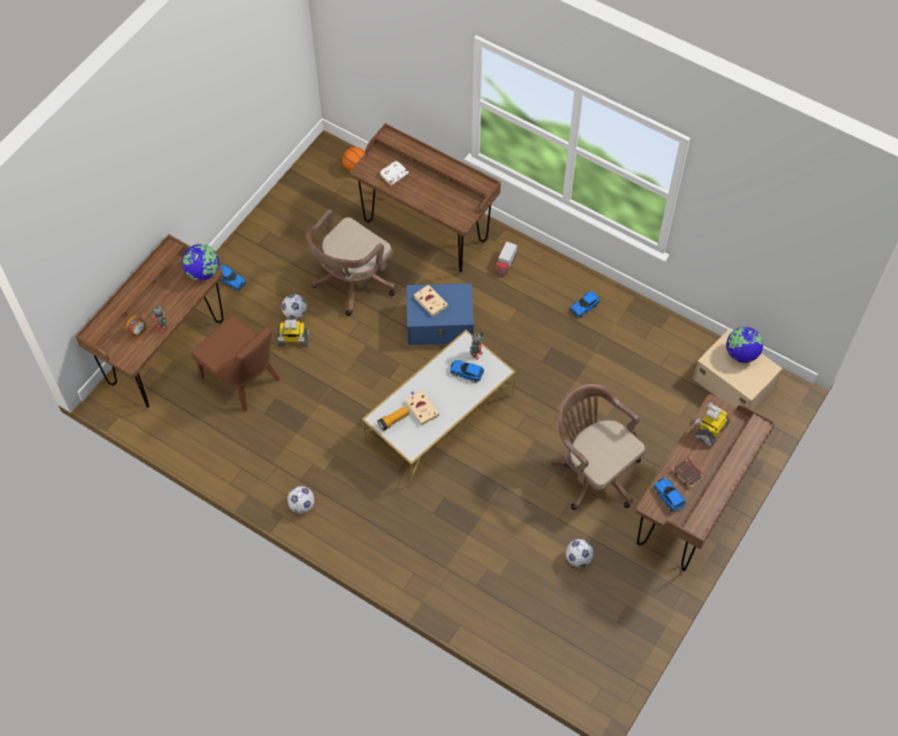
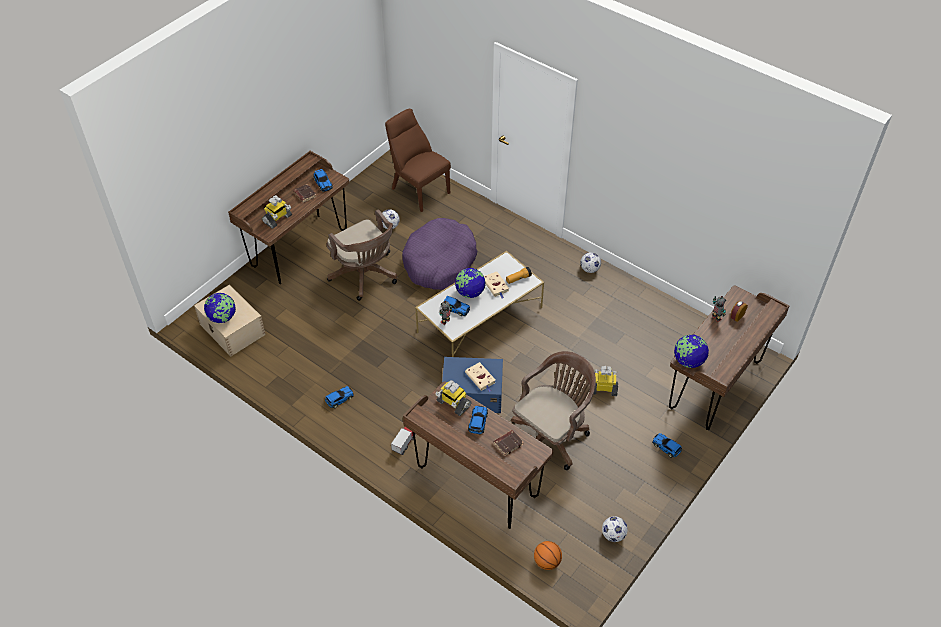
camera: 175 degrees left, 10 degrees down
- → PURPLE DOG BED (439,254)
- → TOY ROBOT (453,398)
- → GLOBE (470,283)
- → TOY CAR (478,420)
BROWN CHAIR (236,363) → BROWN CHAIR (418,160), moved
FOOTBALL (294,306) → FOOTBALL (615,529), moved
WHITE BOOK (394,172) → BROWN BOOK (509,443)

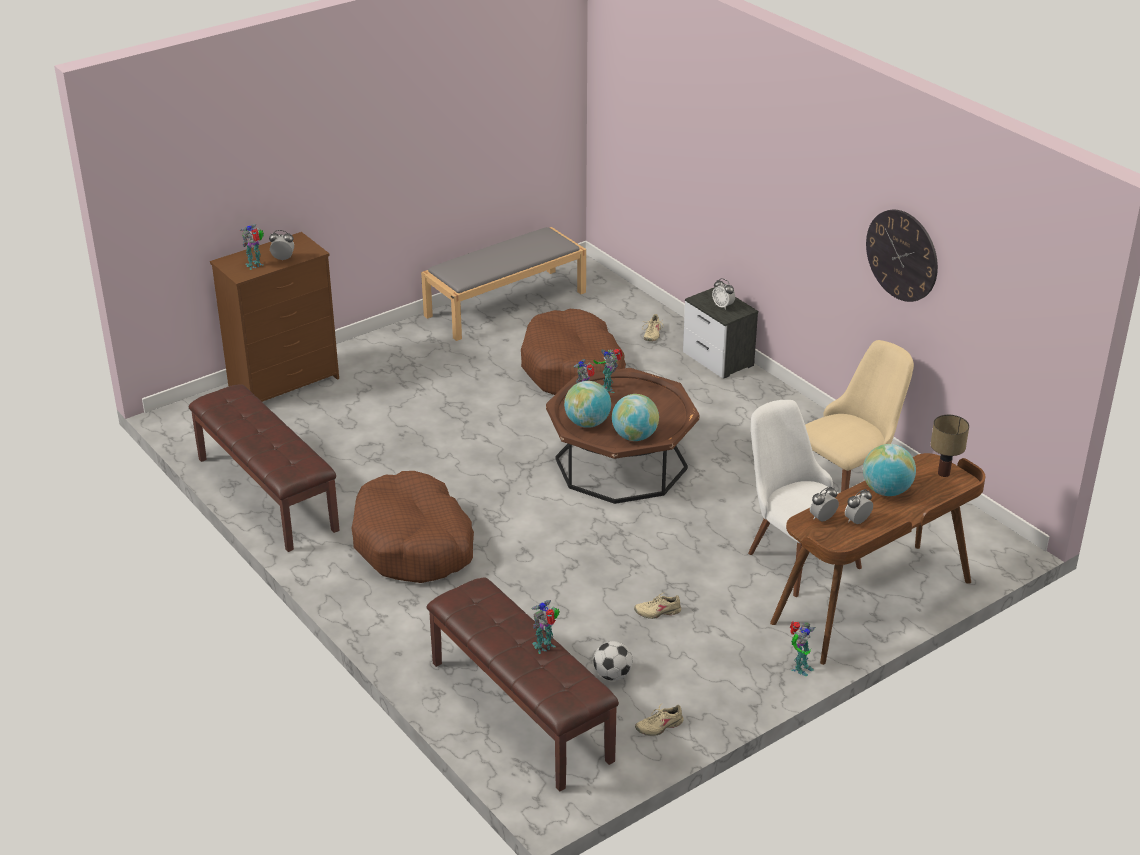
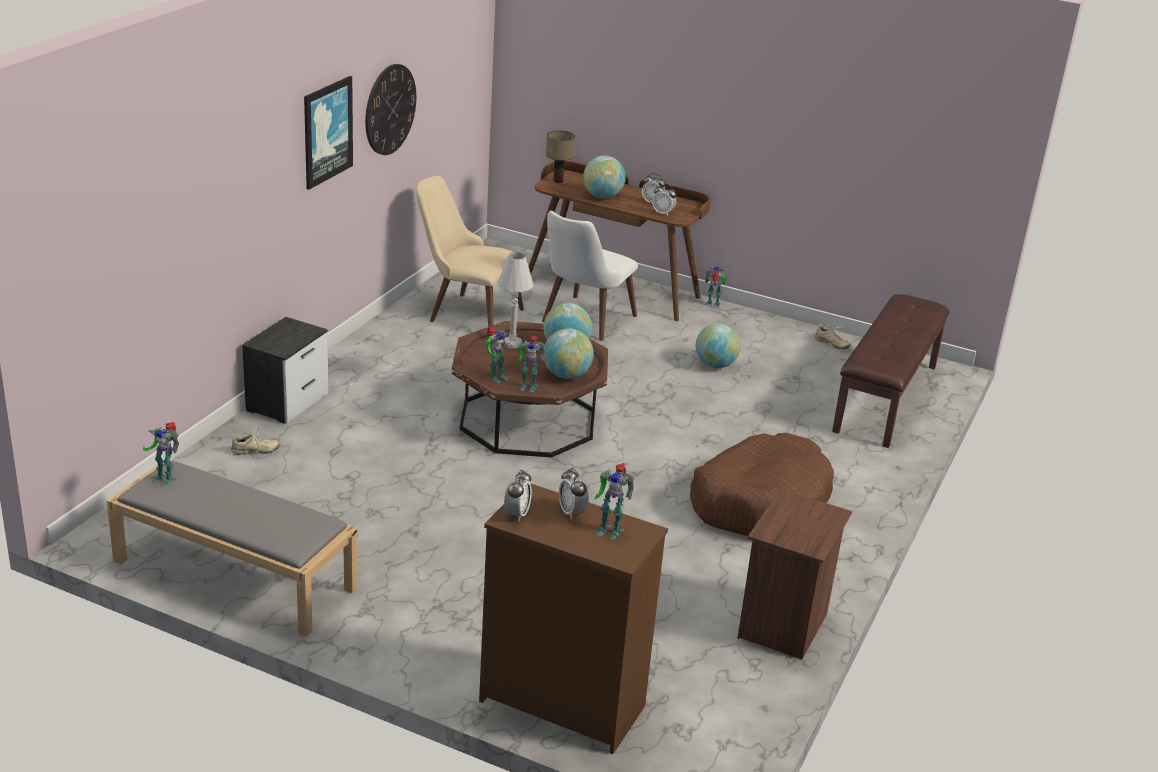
camera: 120 degrees left, 5 degrees down
BROWN DOG BED (573,352) → -
FOOTBALL (613,661) → -
- → PICTURE (328,133)
- → WHITE TABLE LAMP (516,300)
TOY ROBOT (545,627) → TOY ROBOT (161,454), moved
ALARM CLOCK (723,294) → ALARM CLOCK (518,495), moved
BROWN BENCH (264,468) → BROWN NIGHTSTAND (794,574)
BEIGE SHOE (657,605) → GLOBE (718,345)

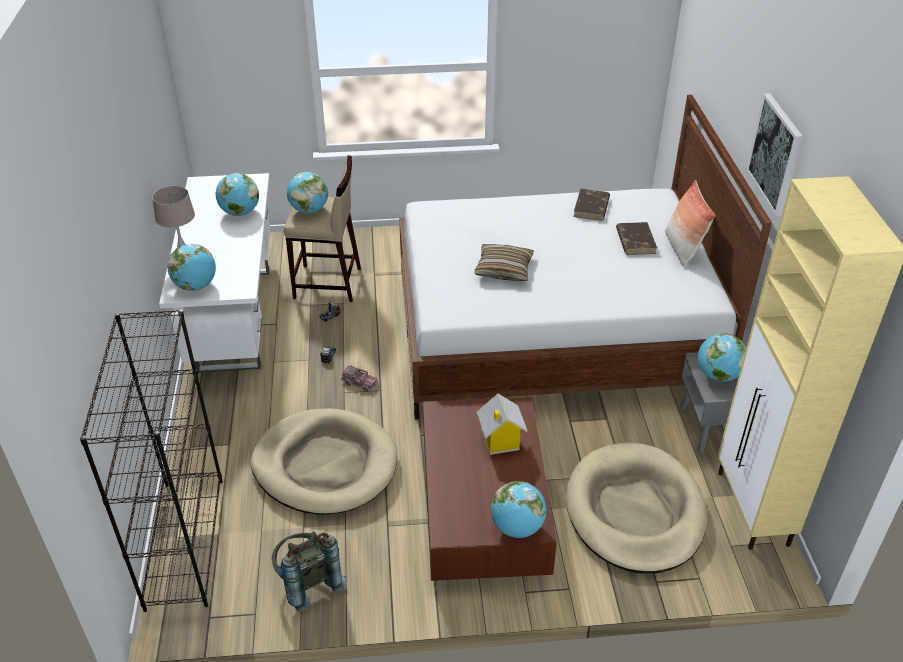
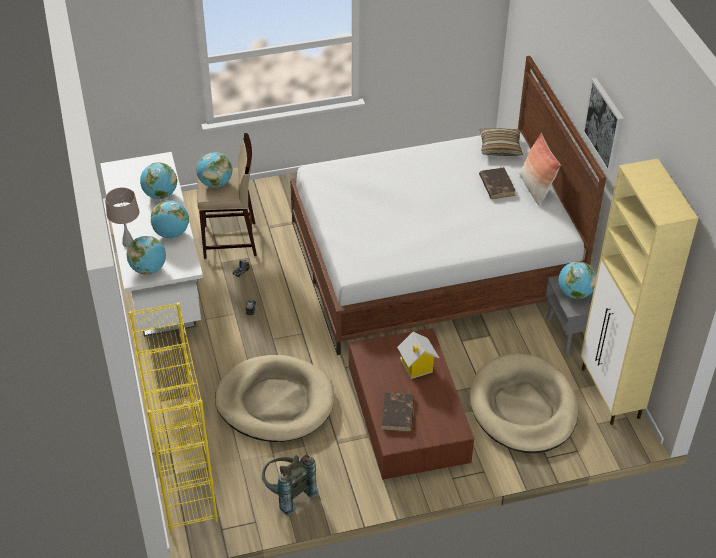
camera: 10 degrees left, 5 degrees up
TOY TRUCK (359,378) → -
PILLOW (504,262) → PILLOW (501,142), moved
GLOBE (519,509) → GLOBE (170,219), moved
BROWN BOOK (591,205) → BROWN BOOK (398,412), moved
BLACK BOOKCASE (151,460) → YELLOW BOOKCASE (173,417)

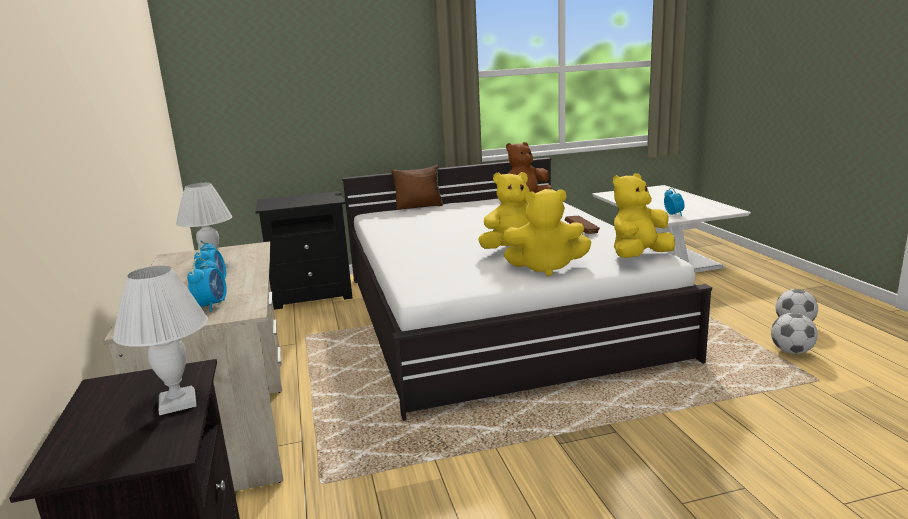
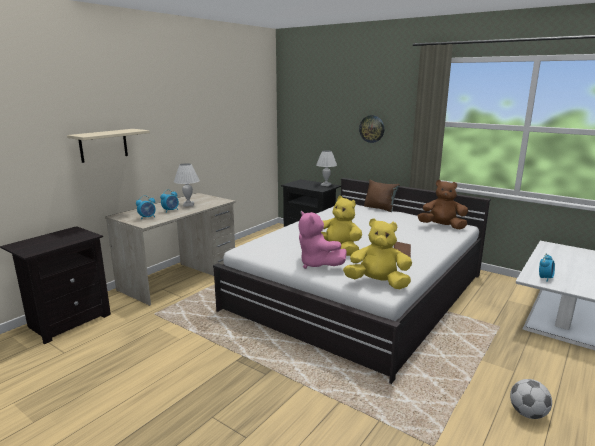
camera: 50 degrees right, 0 degrees up
FOOTBALL (794,333) → -
- → BEIGE SHELF (108,146)
- → WALL CLOCK (371,129)
WHITE TABLE LAMP (160,340) → WHITE TABLE LAMP (326,168), moved
YELLOW PLUSH TOY (547,232) → PINK PLUSH TOY (322,240)

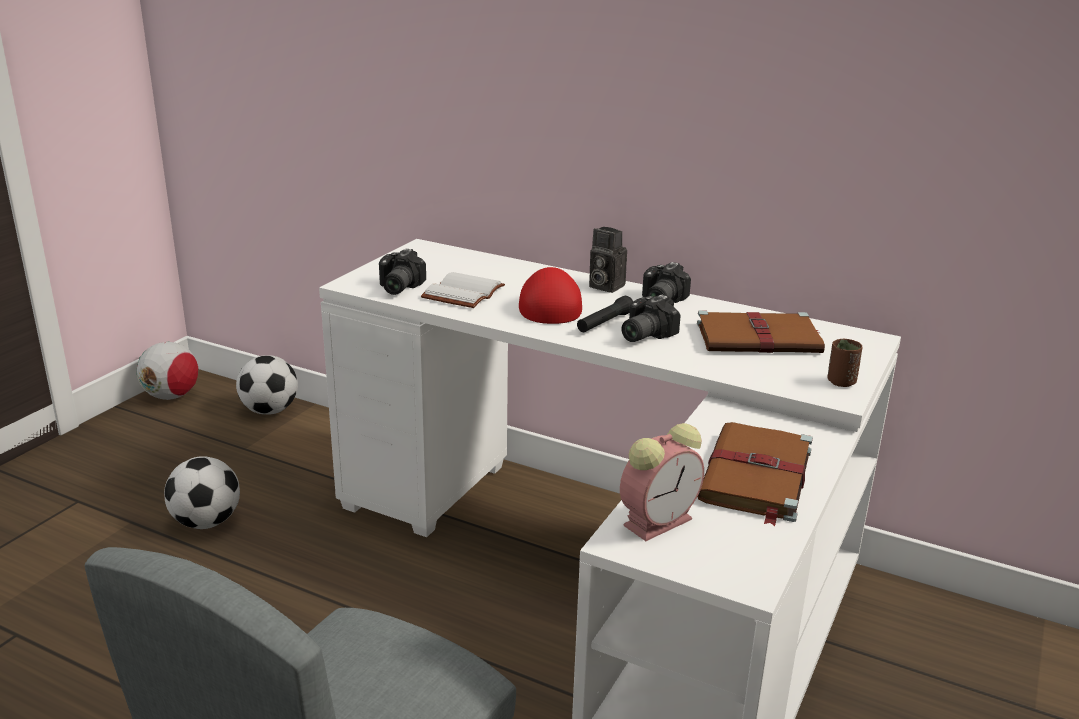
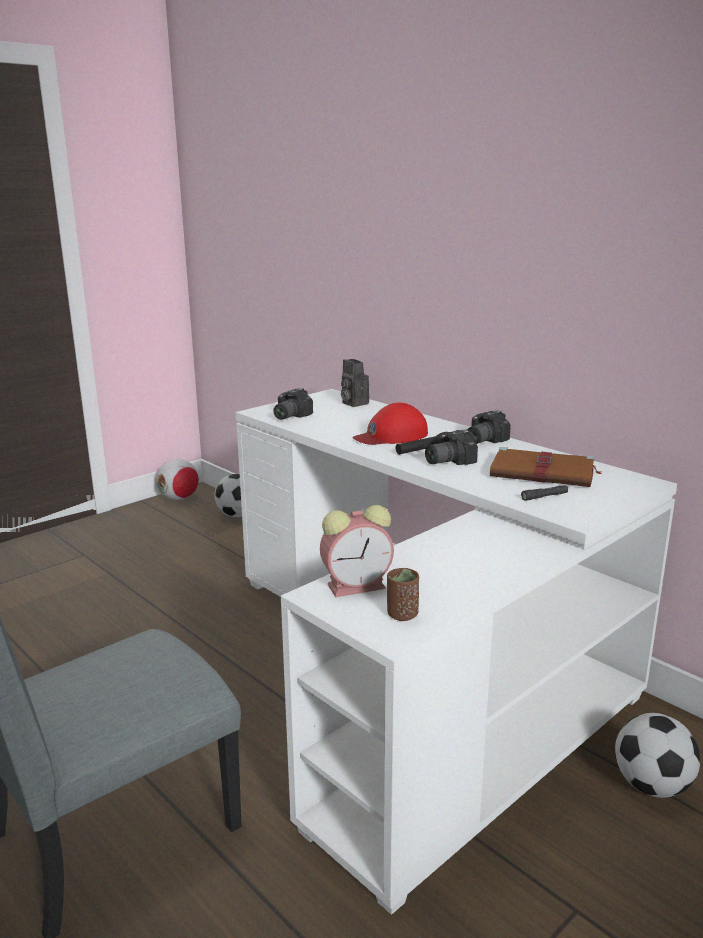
camera: 20 degrees right, 5 degrees down
WHITE BOOK (463,290) → -
BROWN BOOK (755,474) → -
- → BLACK FLASHLIGHT (544,493)
FOOTBALL (202,492) → FOOTBALL (657,755), moved
PHOTO CAMERA (608,260) → PHOTO CAMERA (355,383), moved
BROWN CUP (844,363) → BROWN CUP (403,594), moved
RED CAP (550,295) → RED CAP (390,424), 135 degrees counterclockwise

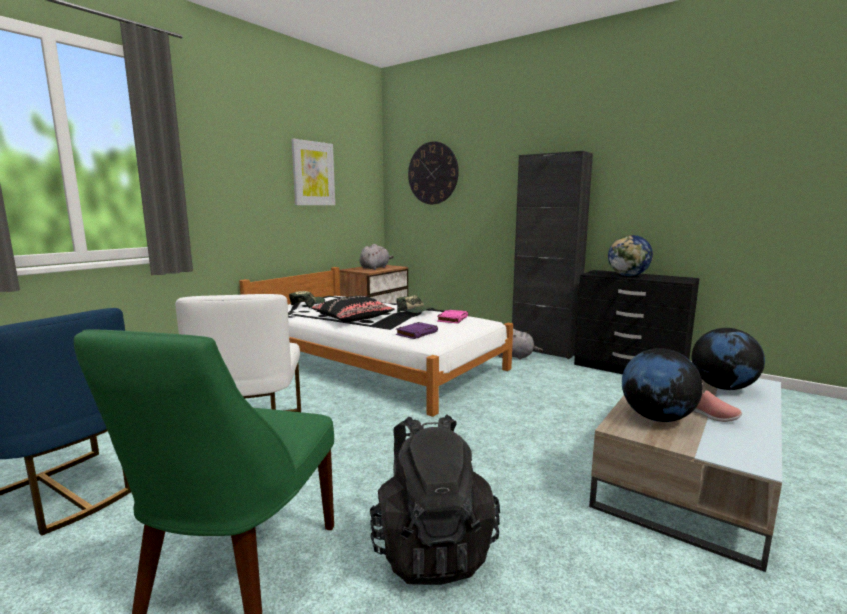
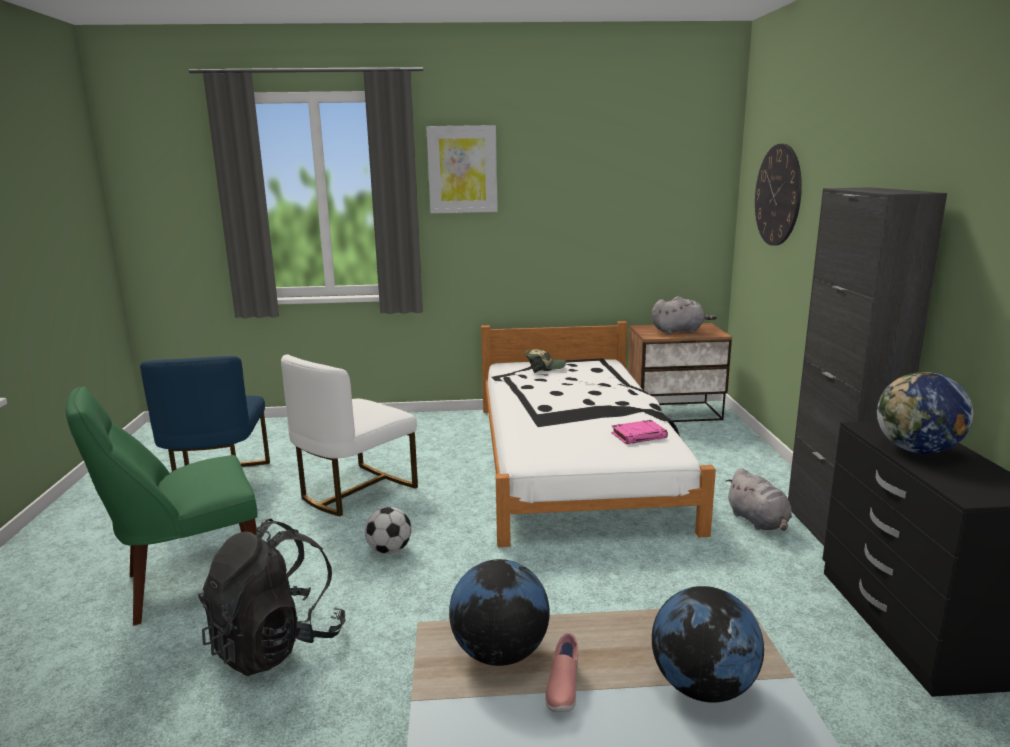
camera: 50 degrees right, 5 degrees up
BLACK PILLOW (353,309) → -
CAP (415,304) → -
PURPLE BOOK (417,330) → -
- → FOOTBALL (388,530)
PICTURE (313,171) → PICTURE (462,169), moved

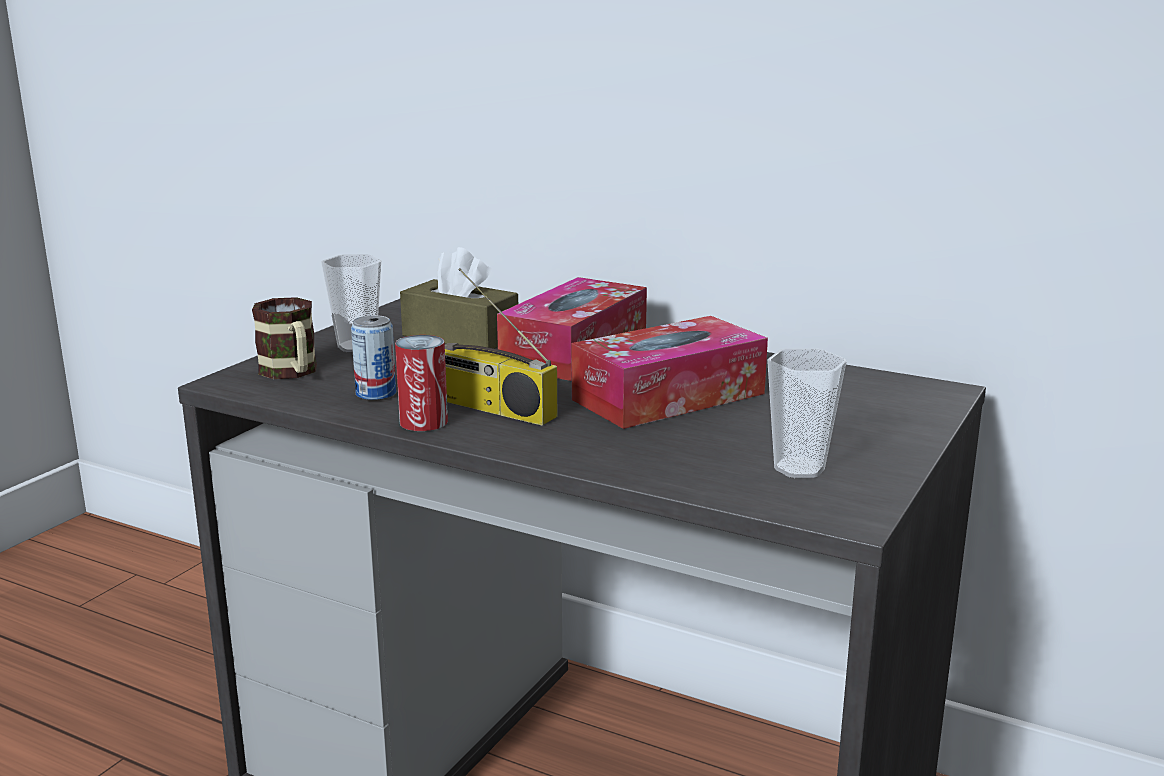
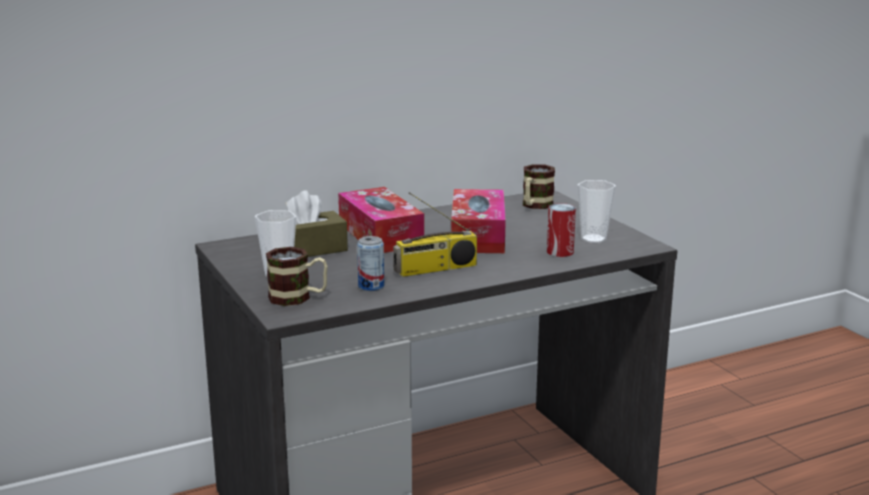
camera: 55 degrees left, 0 degrees up
- → MUG (539,186)
CAN (421,383) → CAN (561,230), moved

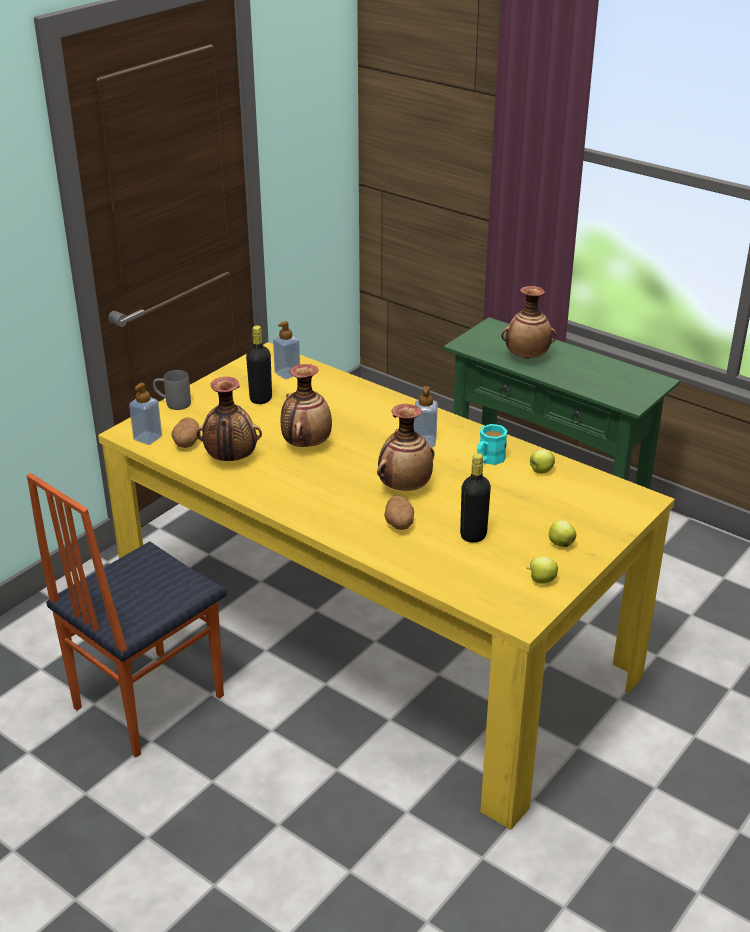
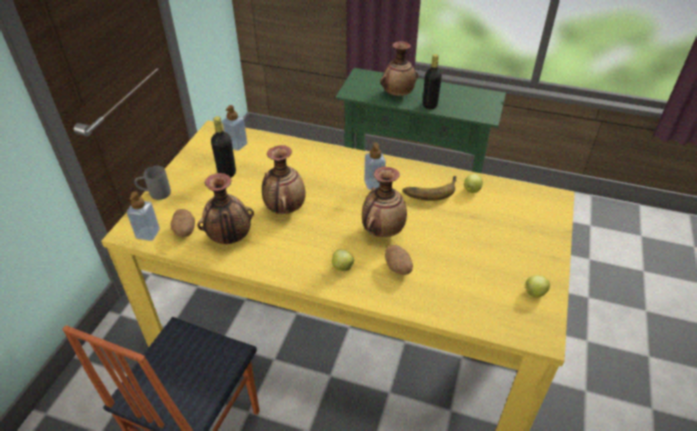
camera: 20 degrees left, 10 degrees up
BLACK BOTTLE (475,498) → BLACK BOTTLE (432,81), moved
APPLE (562,533) → APPLE (343,260), moved
TURQUOISE MUG (492,444) → BANANA (429,188)

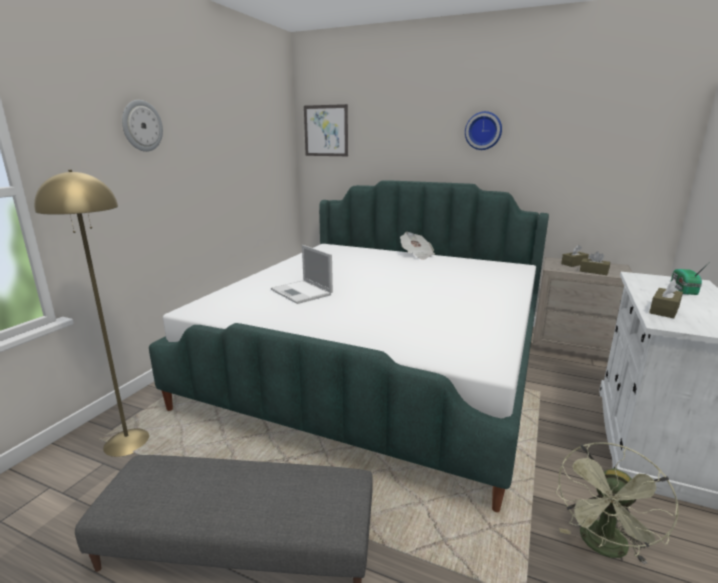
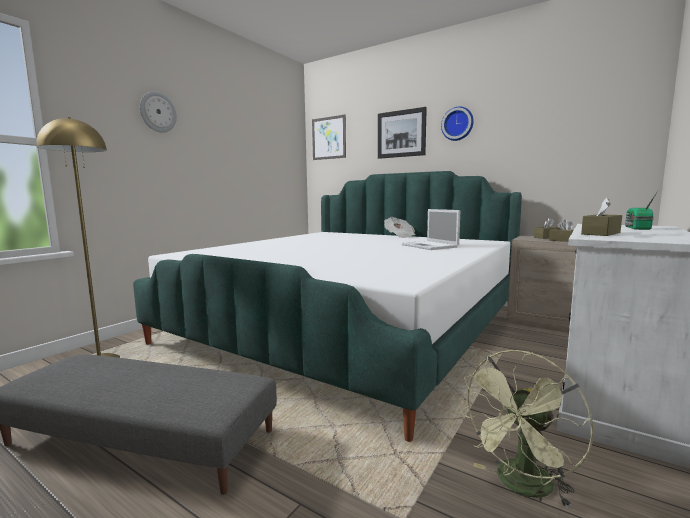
camera: 10 degrees right, 10 degrees down
- → PICTURE (402,133)
LAPTOP (302,274) → LAPTOP (431,229), moved

